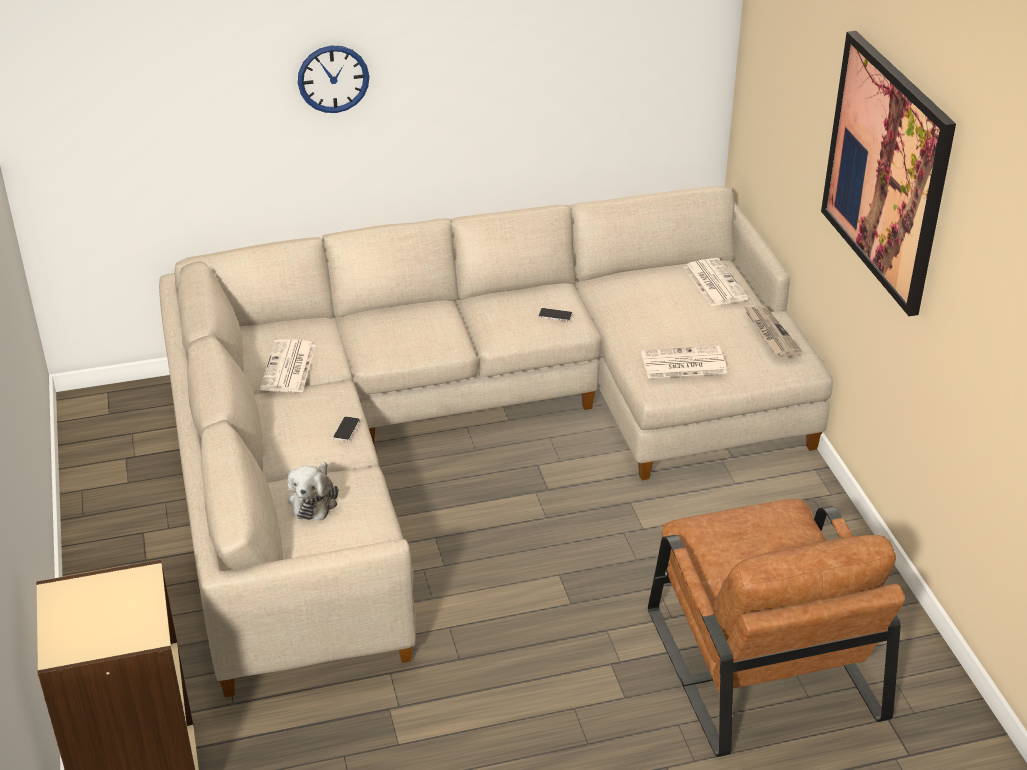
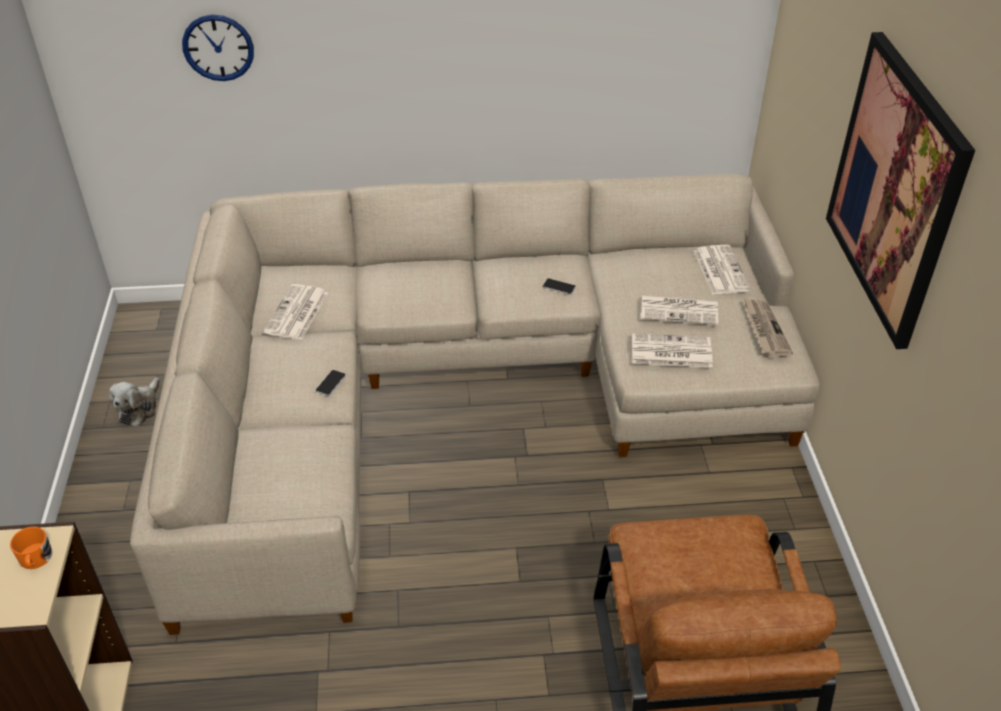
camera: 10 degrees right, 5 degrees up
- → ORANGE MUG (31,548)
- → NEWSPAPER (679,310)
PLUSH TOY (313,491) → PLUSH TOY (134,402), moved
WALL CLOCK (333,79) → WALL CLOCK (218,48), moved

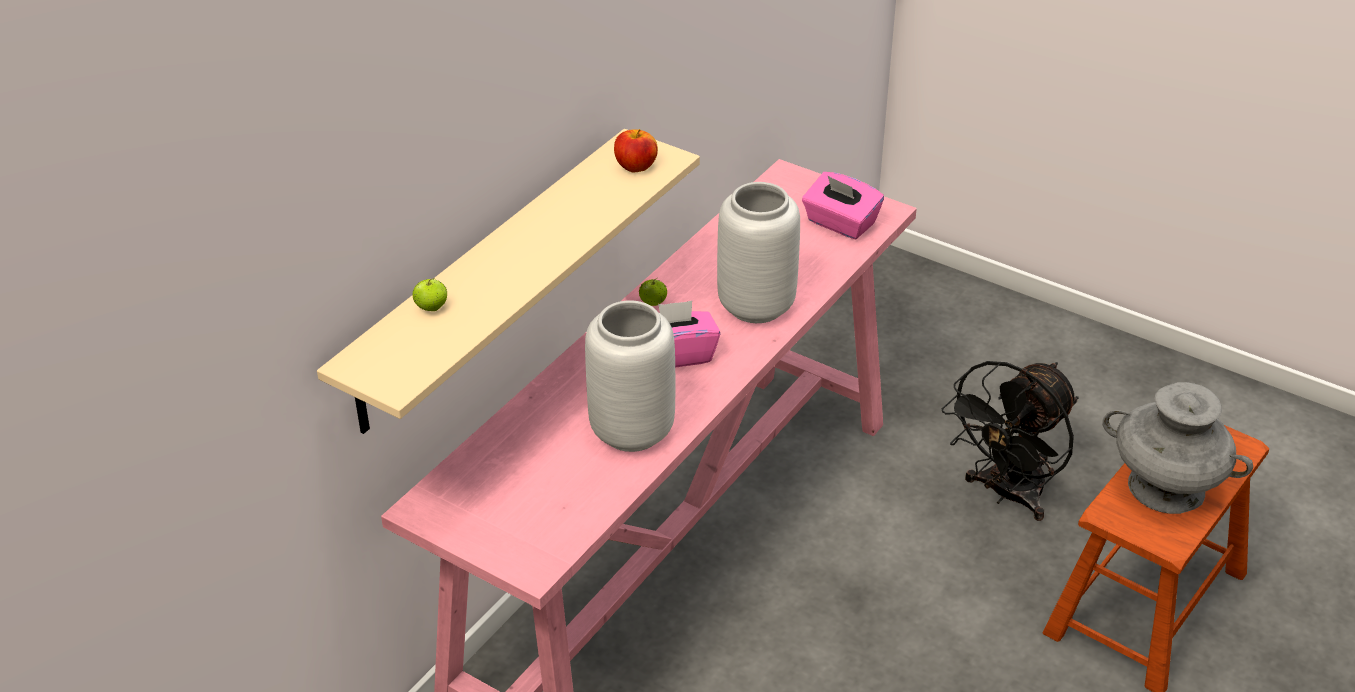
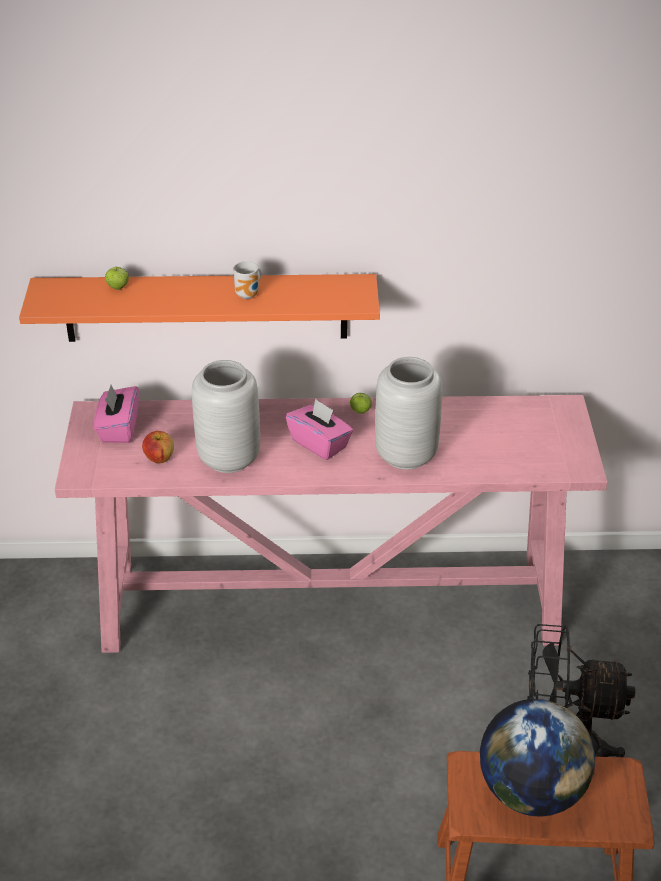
camera: 55 degrees right, 0 degrees up
- → MUG (247,280)
APPLE (636,151) → APPLE (158,447), moved
PINK TISSUE BOX (843,205) → PINK TISSUE BOX (116,414), moved
GREY VASE (1177,448) → GLOBE (537,758)
BEIGE SHELF (508,281) → ORANGE SHELF (199,308)

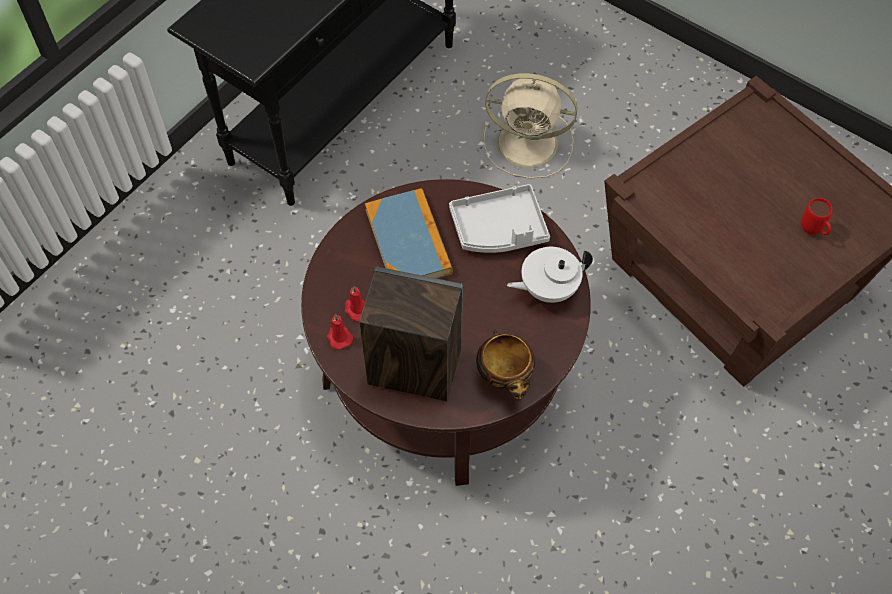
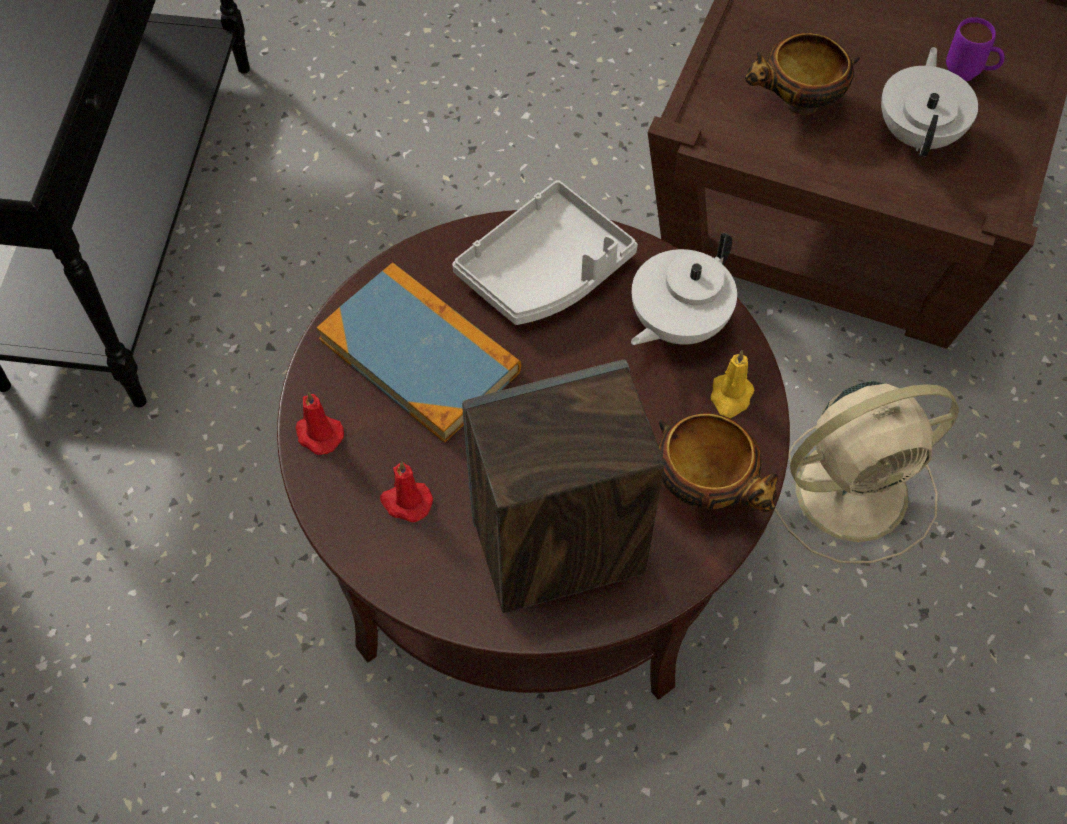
camera: 30 degrees left, 0 degrees up
- → YELLOW CANDLE (733,384)
- → BOWL (802,74)
- → WHITE TEAPOT (929,102)
RED CANDLE (340,332) → RED CANDLE (320,423), moved
BEIGE FAN (531,125) → BEIGE FAN (866,472), moved
RED MUG (816,216) → PURPLE MUG (975,49)

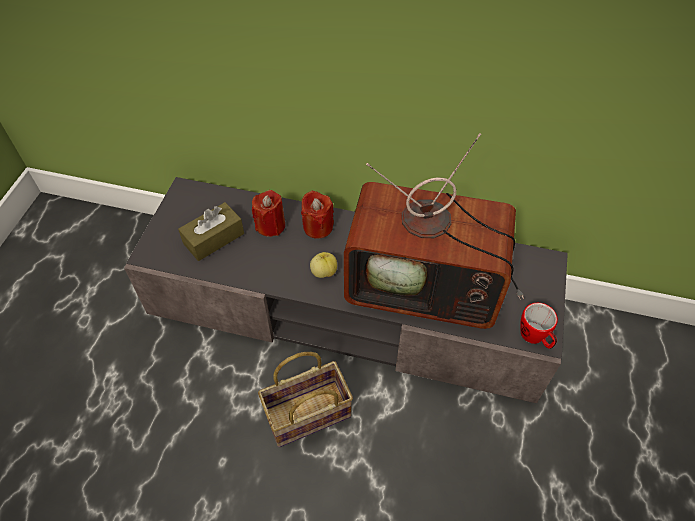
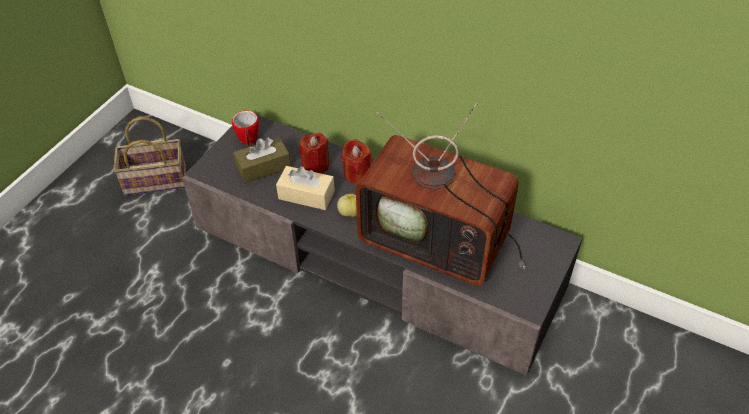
camera: 15 degrees right, 5 degrees down
- → BEIGE TISSUE BOX (305,188)
BASKET (305,399) → BASKET (149,156), moved
MUG (539,326) → MUG (245,127), moved

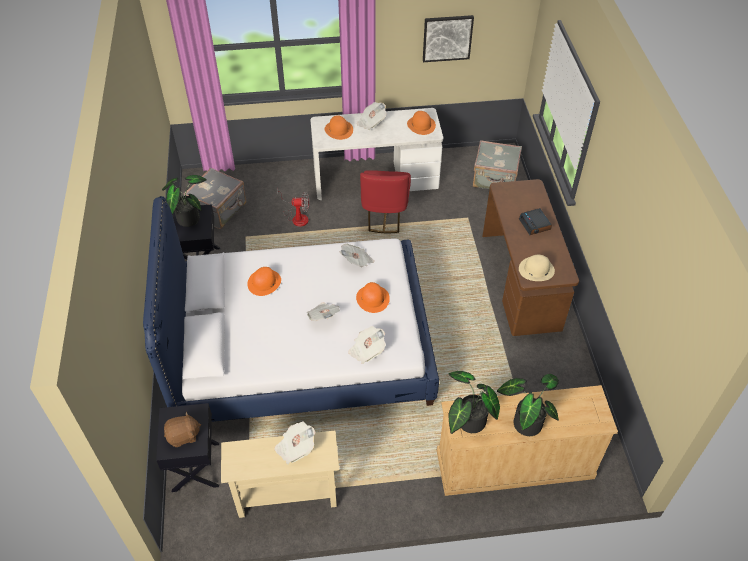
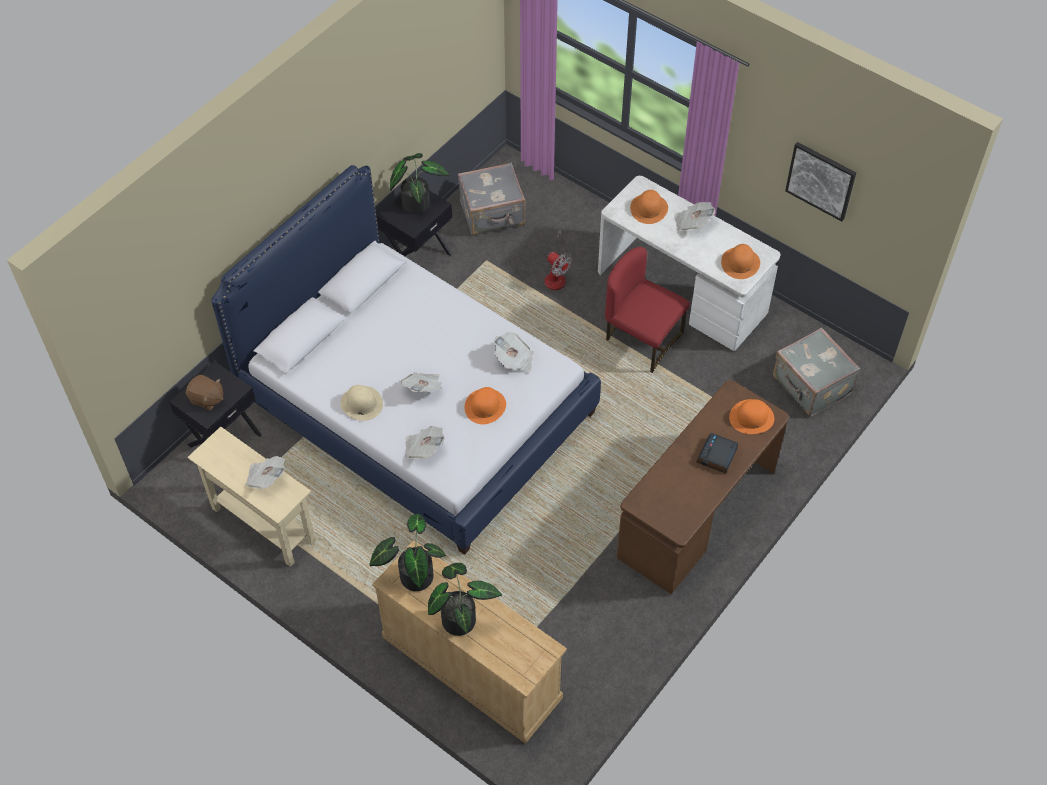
camera: 45 degrees right, 5 degrees up
ORANGE HAT (264,281) → ORANGE HAT (751,416), moved
BEIGE HAT (537,268) → BEIGE HAT (361,403), moved
RED CHAIR (385,201) → RED CHAIR (647,310), 75 degrees clockwise

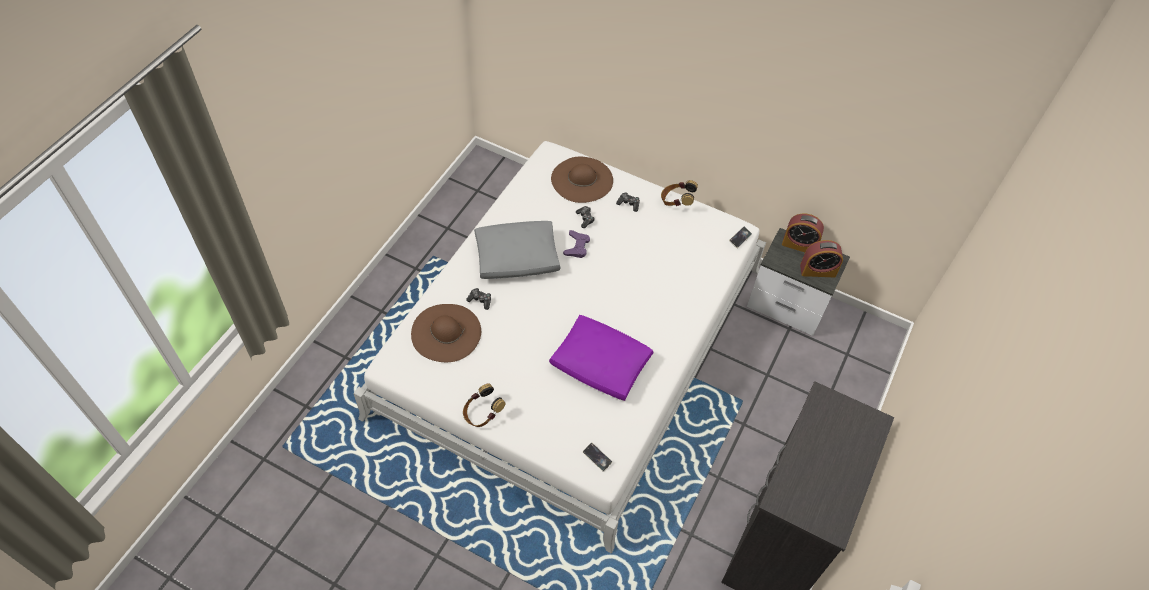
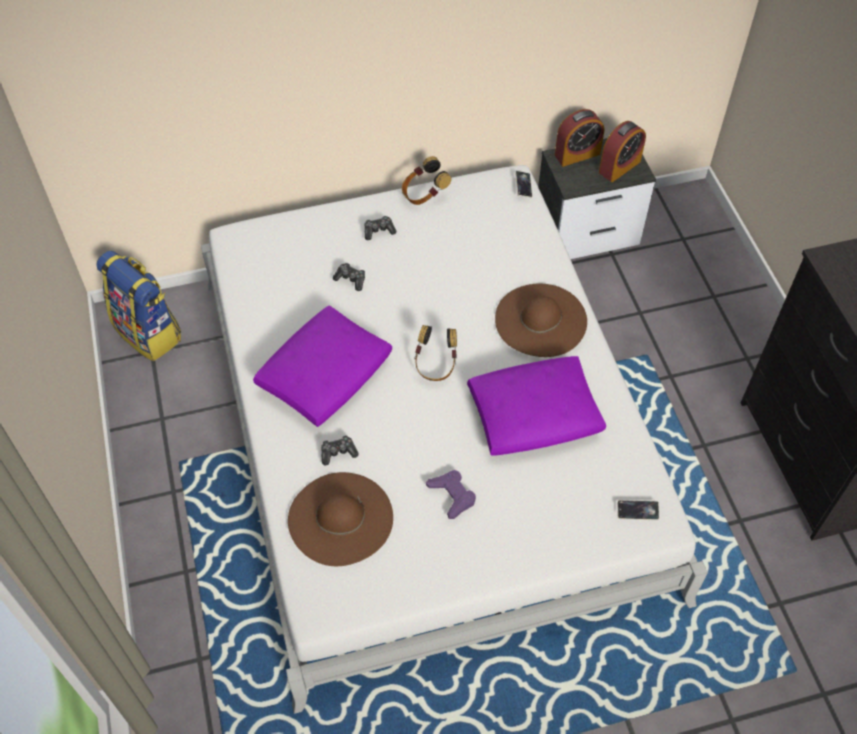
camera: 40 degrees left, 0 degrees up
- → BACKPACK (138,305)
HEADPHONES (484,405) → HEADPHONES (435,353), moved
BROWN HAT (582,180) → BROWN HAT (541,320), moved
PURPLE GAME CONTROLLER (576,244) → PURPLE GAME CONTROLLER (451,494), moved
GREY PILLOW (517,250) → PURPLE PILLOW (322,366)

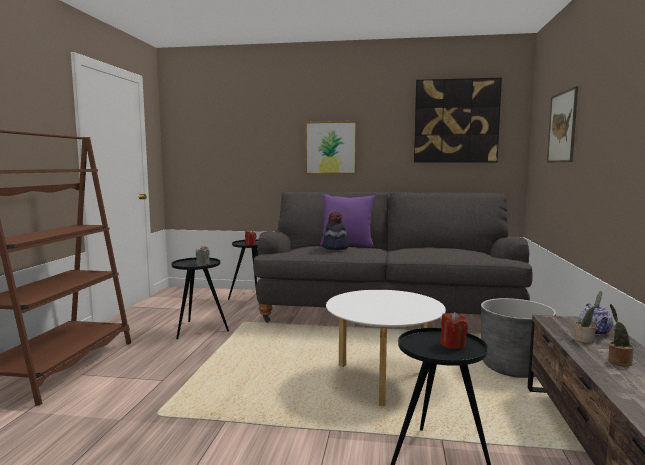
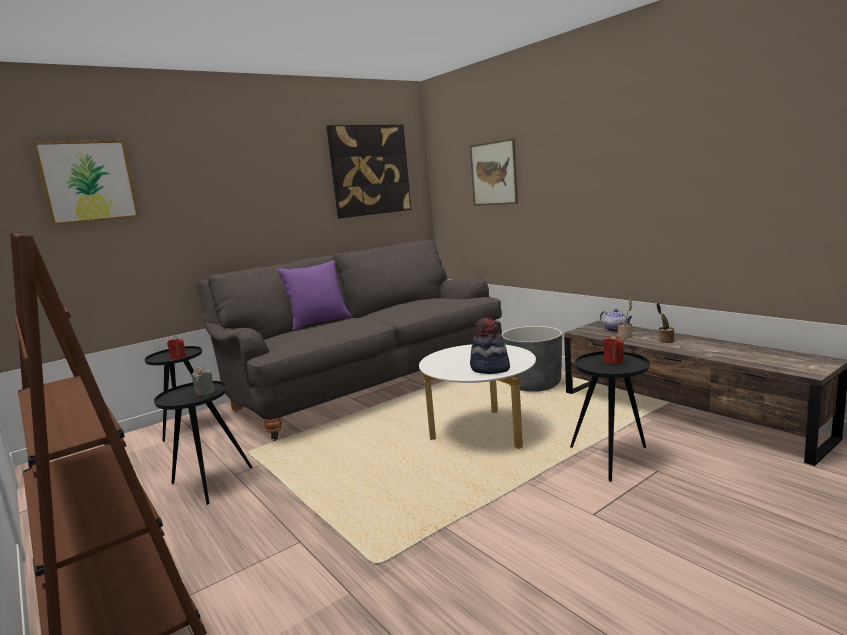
camera: 45 degrees left, 5 degrees up
PICTURE (331,147) → PICTURE (86,182), moved
HAT (336,231) → HAT (490,346), moved

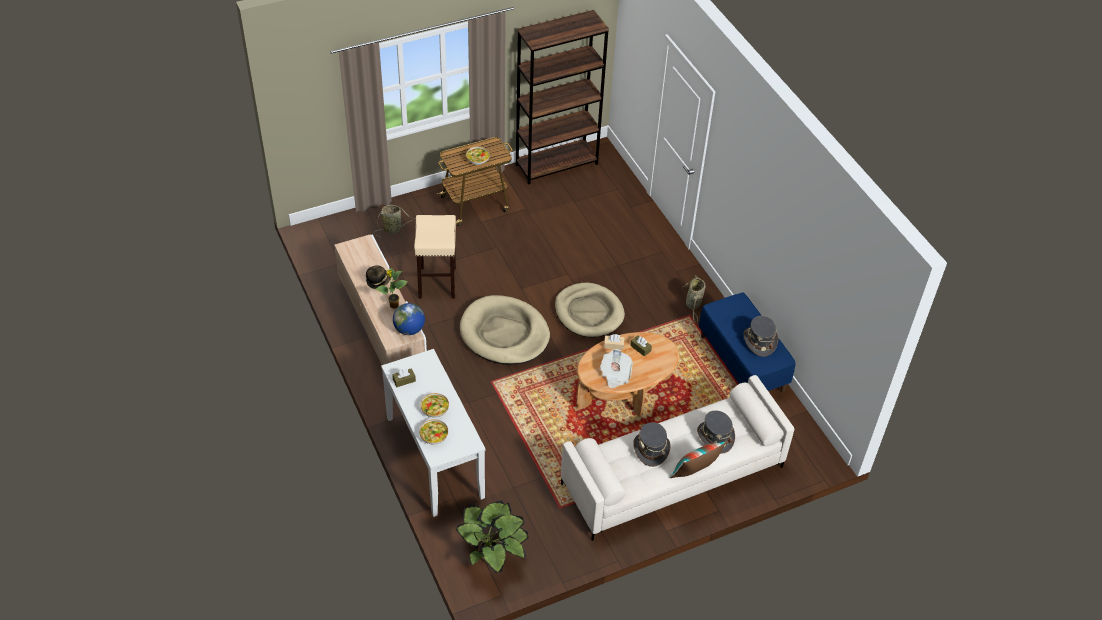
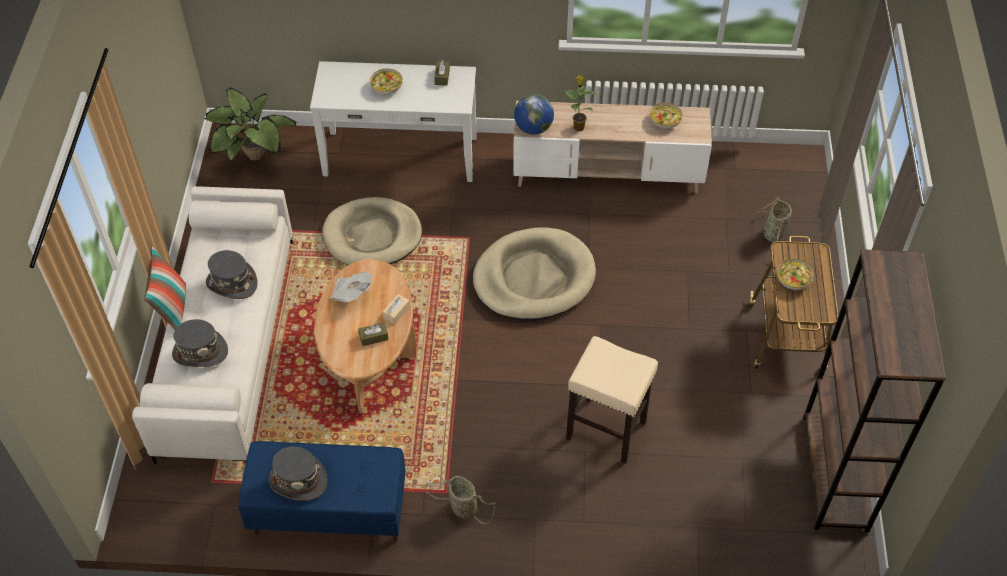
camera: 120 degrees right, 5 degrees up
HAT (378,277) → -
BEIGE STOOL (435,257) → BEIGE STOOL (612,399), moved
BOWL (433,432) → BOWL (666,115), moved
BEIGE DOG BED (590,310) → BEIGE DOG BED (372,231), moved

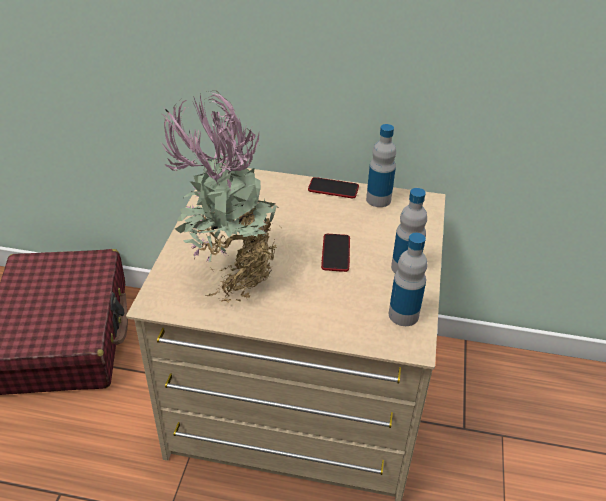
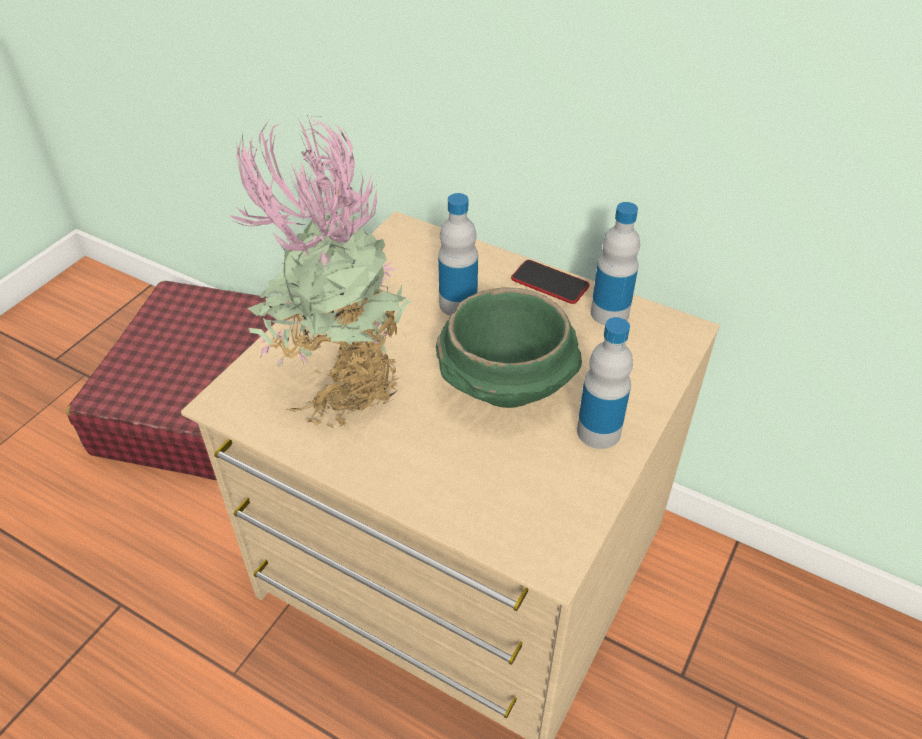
camera: 20 degrees right, 5 degrees up
BOTTLE (408,279) → BOTTLE (458,254), moved
PHONE (335,253) → GREEN BOWL (509,347)

